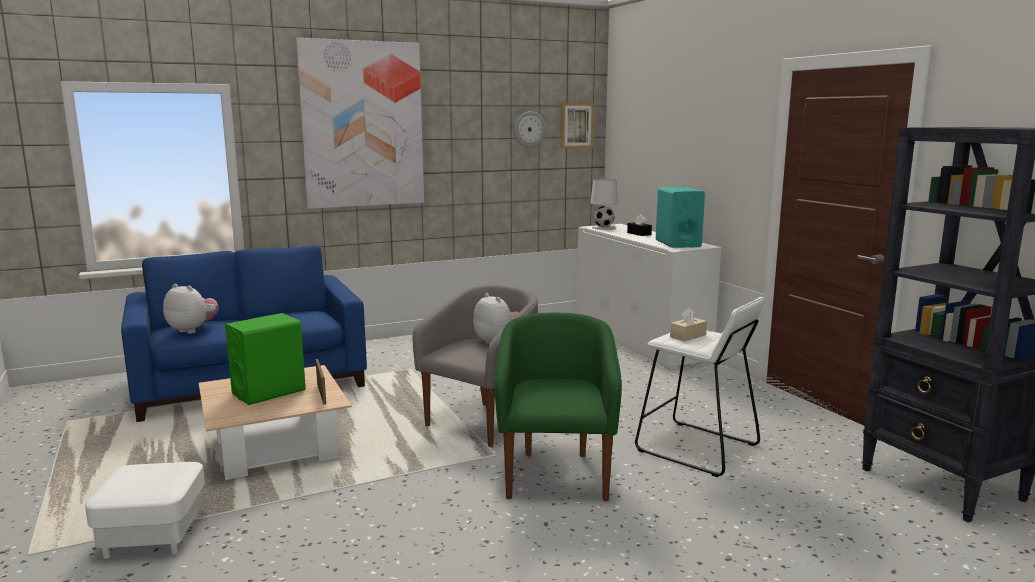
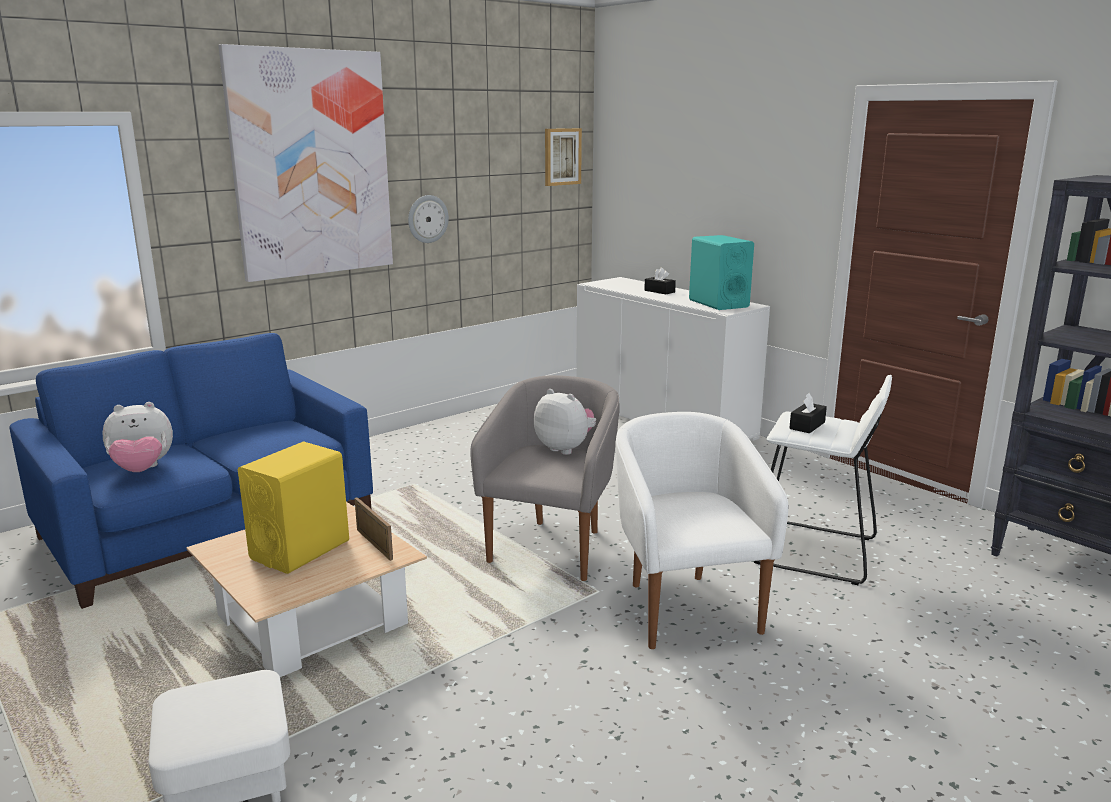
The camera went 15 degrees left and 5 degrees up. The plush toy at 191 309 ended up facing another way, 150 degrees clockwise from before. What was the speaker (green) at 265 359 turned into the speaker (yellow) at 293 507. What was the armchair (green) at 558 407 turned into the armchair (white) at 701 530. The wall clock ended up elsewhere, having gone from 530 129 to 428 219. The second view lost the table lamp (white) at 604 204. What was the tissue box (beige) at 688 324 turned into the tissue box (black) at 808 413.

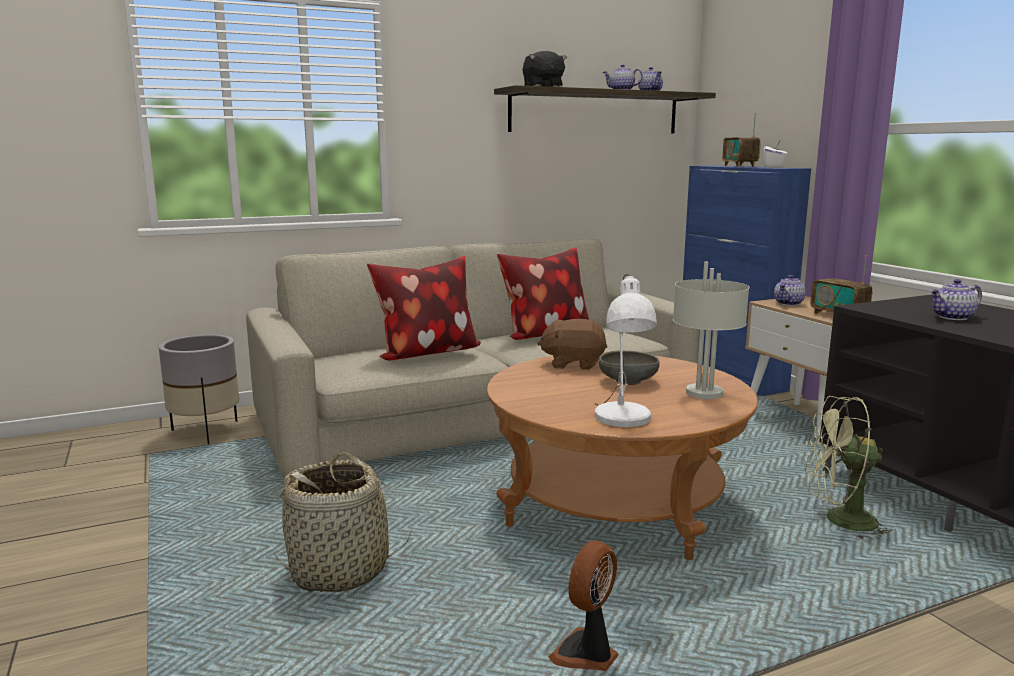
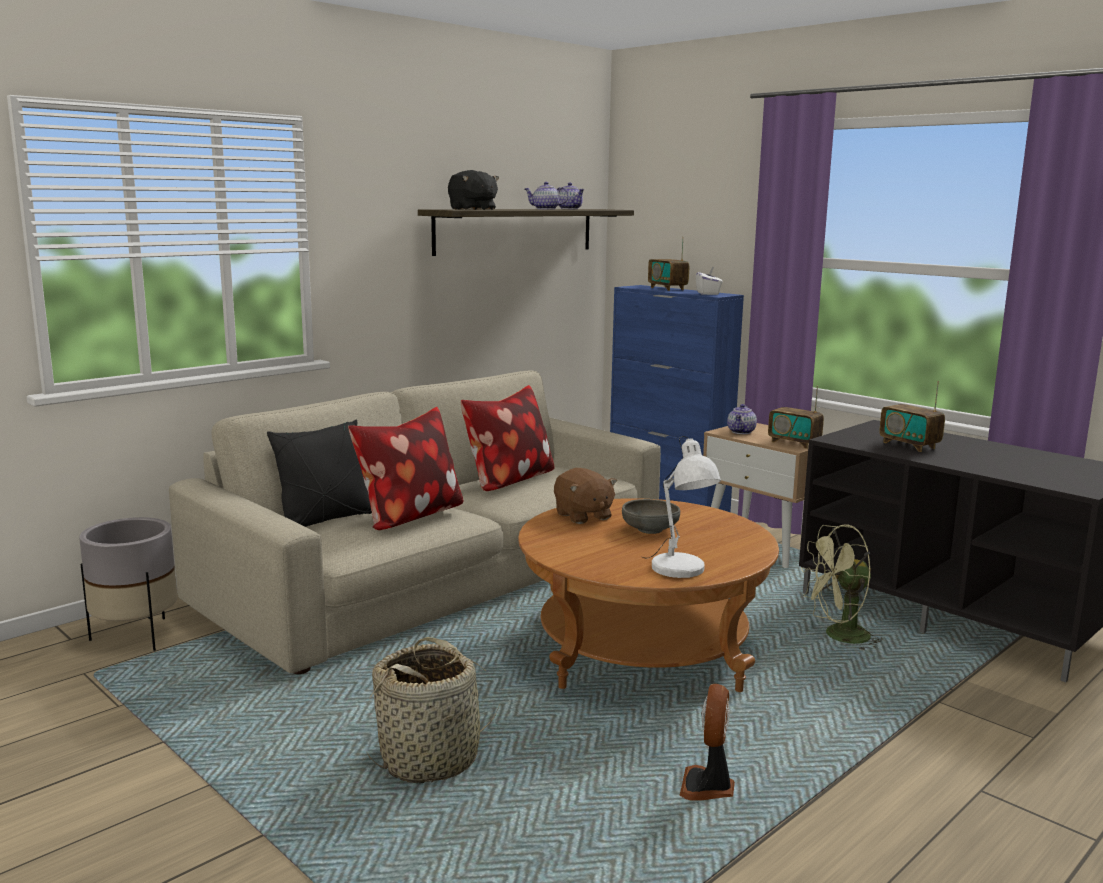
The camera went 20 degrees left and 0 degrees up. The plush toy (brown) at 572 344 ended up facing another way, 105 degrees counterclockwise from before. The second view lost the table lamp (grey) at 711 330. Where the teapot stood at 956 299, the radio came to stand at 912 416. The second view gained the pillow (black) at 319 473.

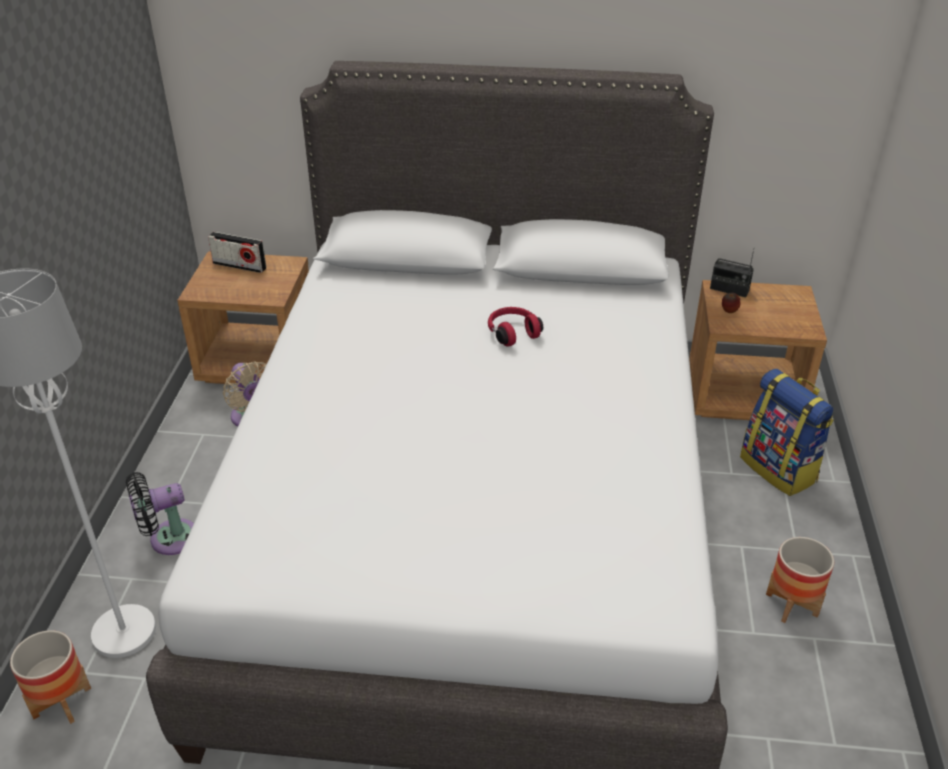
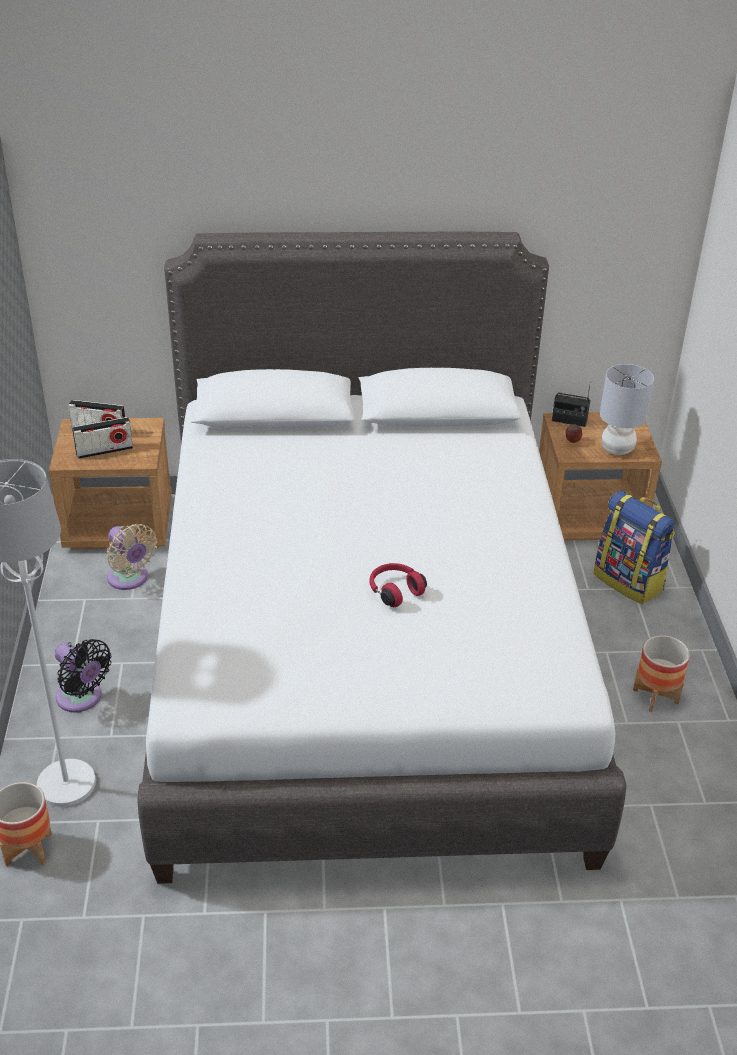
The camera went 10 degrees left and 0 degrees up. The fan (black) at 160 513 ended up facing another way, 105 degrees counterclockwise from before. The headphones (red) ended up elsewhere, having gone from 515 327 to 398 585. The second view gained the radio at 102 438. The second view gained the table lamp (grey) at 627 409.

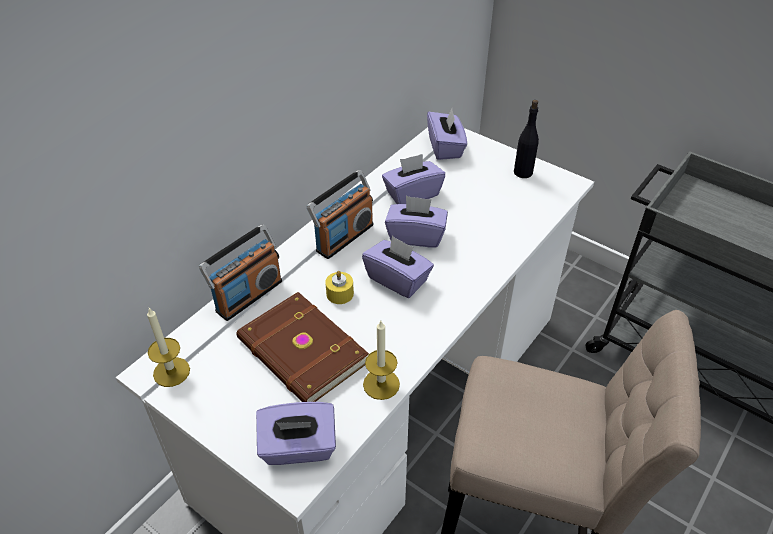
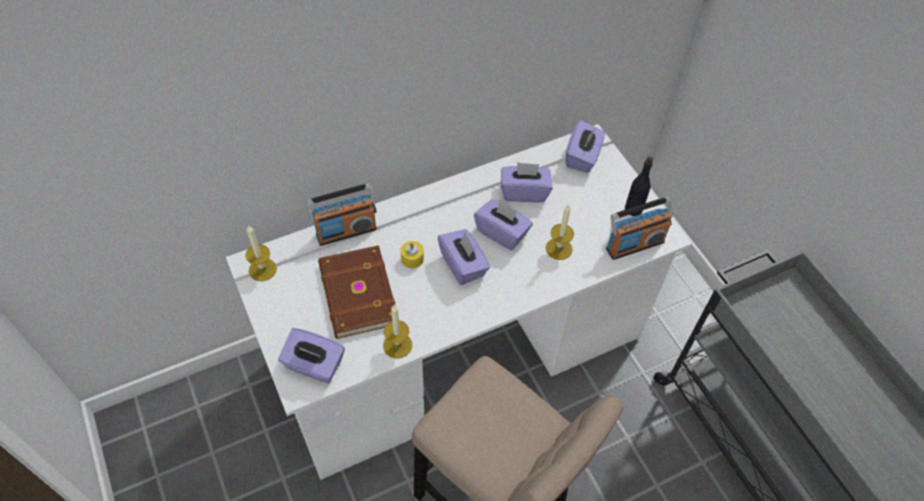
The camera went 25 degrees right and 10 degrees up. The radio ended up elsewhere, having gone from 339 214 to 639 228. The second view gained the candle at 560 232.

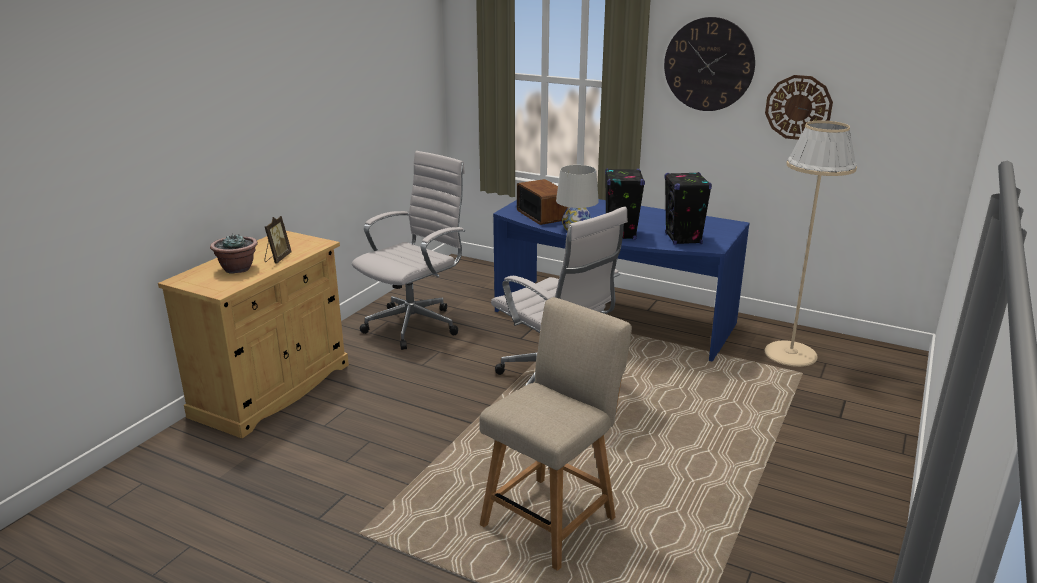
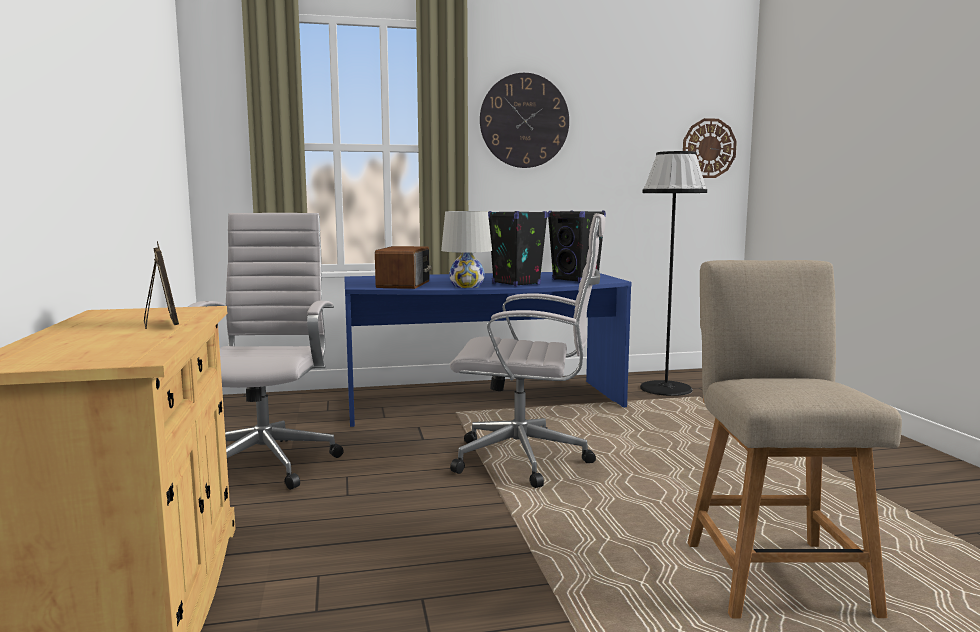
The camera went 40 degrees left and 15 degrees down. The second view lost the potted plant at 234 253. The radio at 542 202 ended up facing another way, 75 degrees clockwise from before. The wall clock ended up elsewhere, having gone from 799 107 to 710 148. What was the floor lamp (beige) at 811 244 turned into the floor lamp (black) at 673 273.

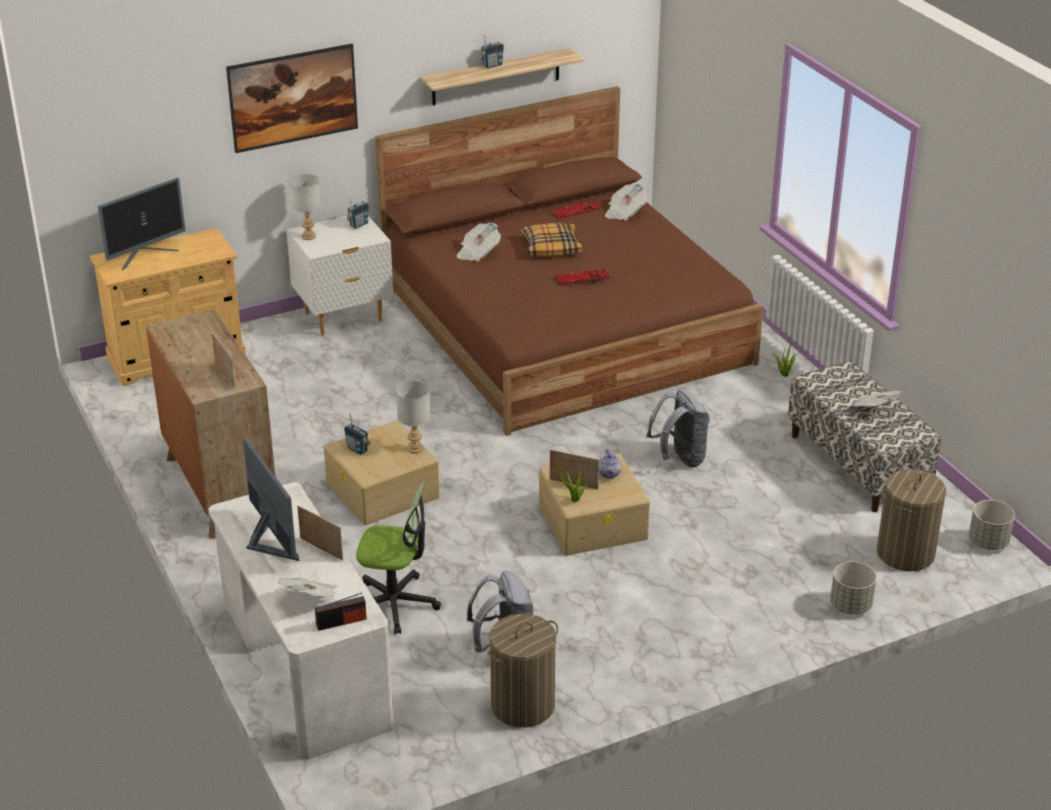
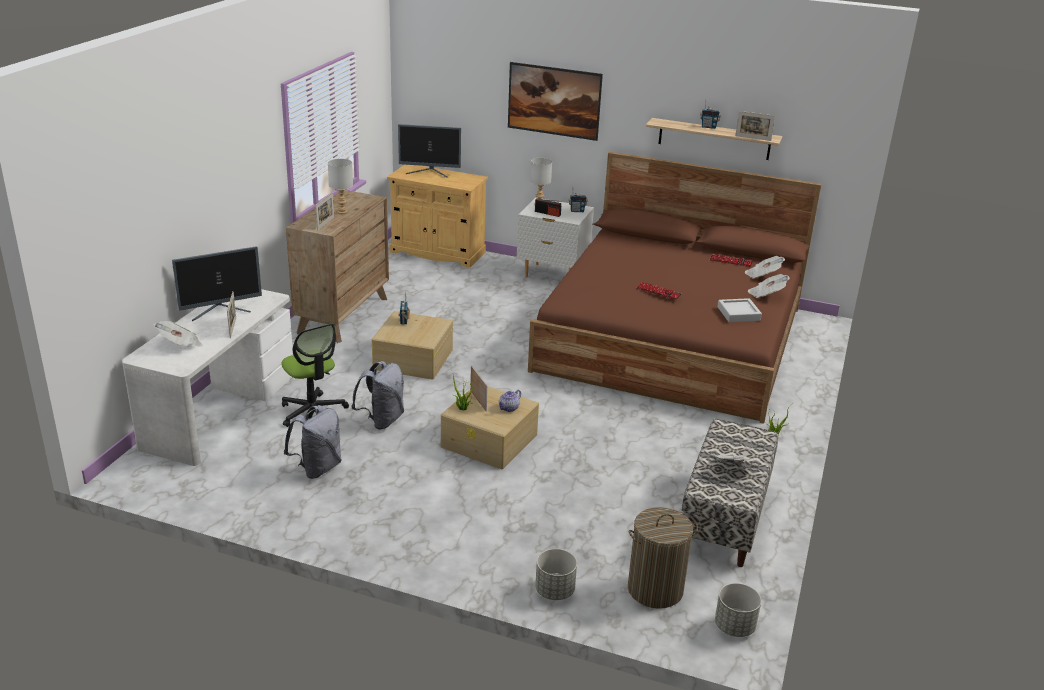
The camera went 45 degrees right and 5 degrees down. The monitor at 271 499 ended up facing another way, 45 degrees clockwise from before. The radio ended up elsewhere, having gone from 341 612 to 548 207. The table lamp (grey) ended up elsewhere, having gone from 413 417 to 340 186. The newspaper ended up elsewhere, having gone from 479 242 to 769 286. The second view lost the laundry basket at 523 670. The second view lost the pillow at 552 240. The backpack (grey) ended up elsewhere, having gone from 678 428 to 377 395. The second view gained the tray (grey) at 739 310. The second view gained the picture frame at 755 126.

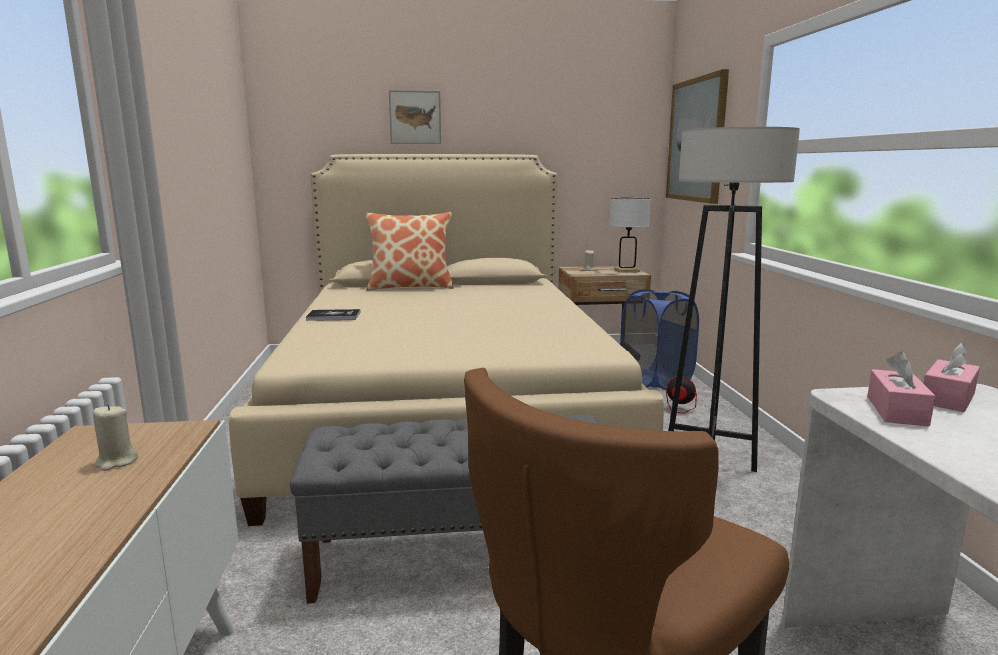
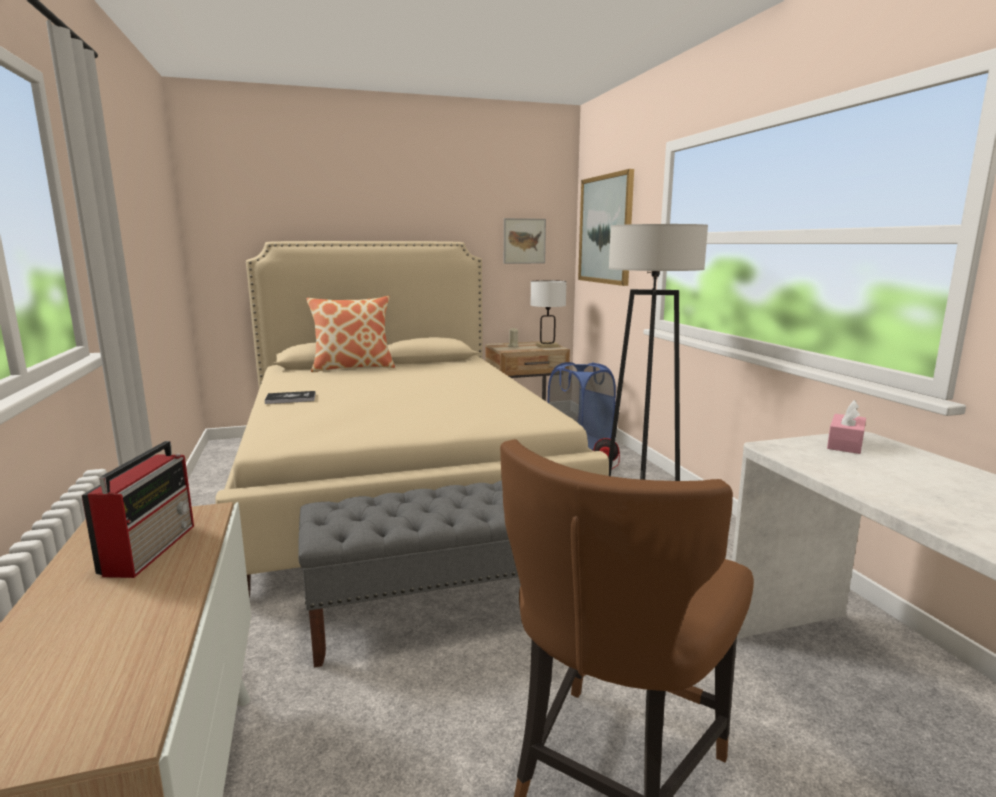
The camera went 10 degrees left and 0 degrees up. Where the candle (beige) stood at 115 437, the radio came to stand at 138 509. The picture ended up elsewhere, having gone from 415 117 to 525 241. The second view lost the tissue box (pink) at 901 389.

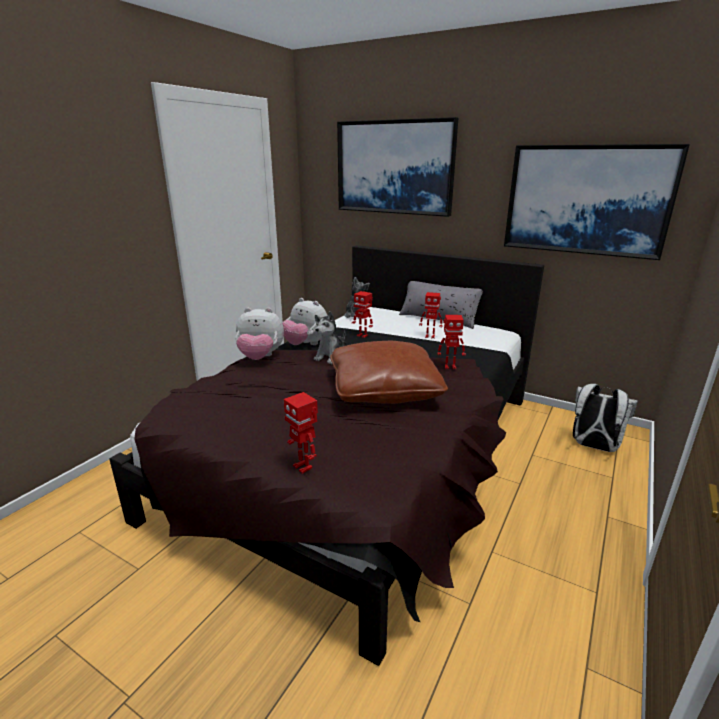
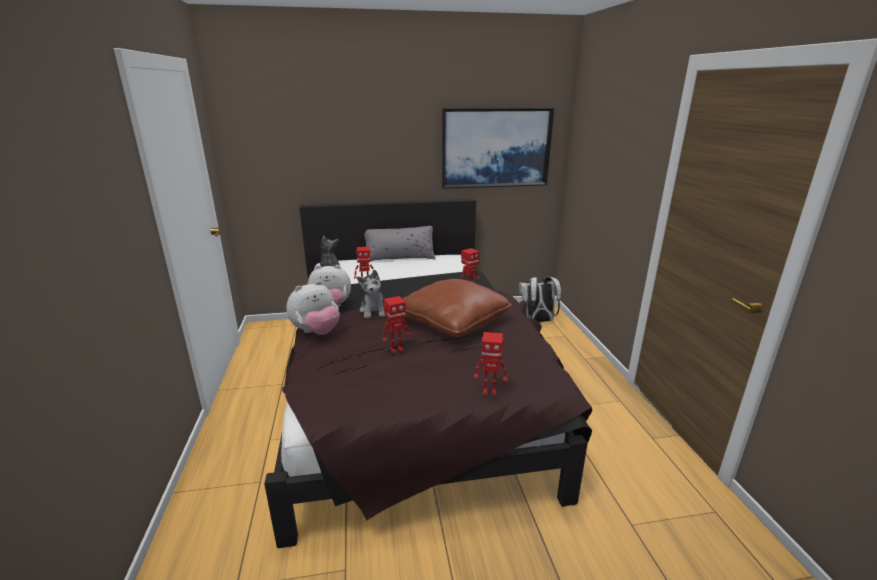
The camera went 40 degrees left and 0 degrees up. The second view lost the picture at 397 167. The toy robot ended up elsewhere, having gone from 431 315 to 396 325.

